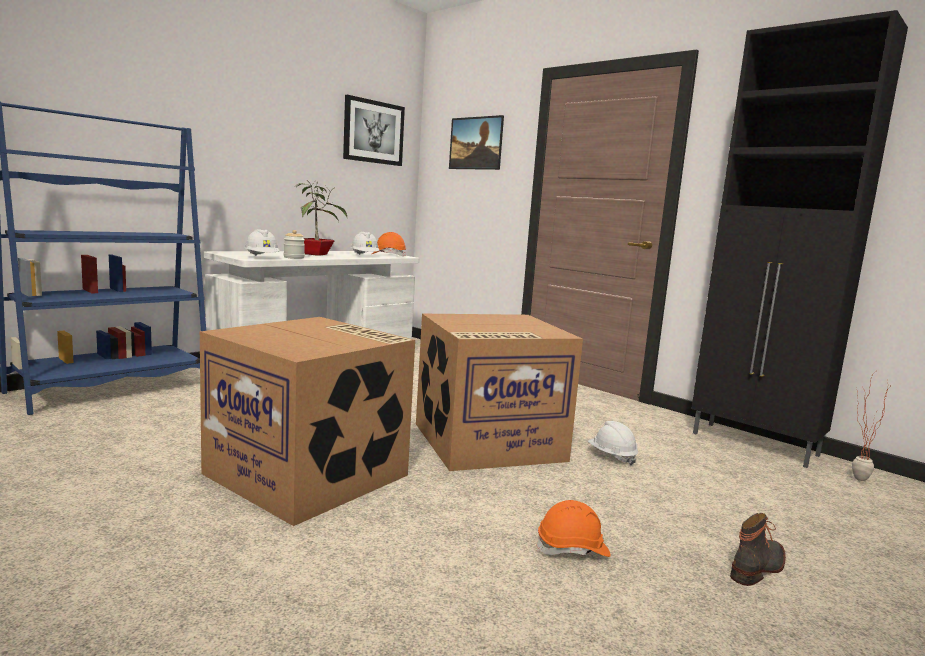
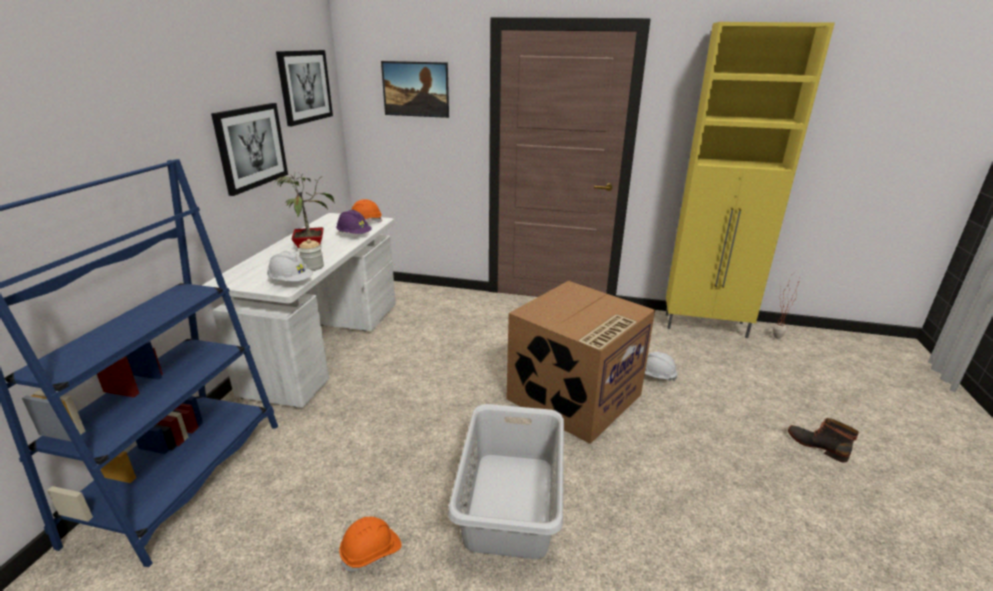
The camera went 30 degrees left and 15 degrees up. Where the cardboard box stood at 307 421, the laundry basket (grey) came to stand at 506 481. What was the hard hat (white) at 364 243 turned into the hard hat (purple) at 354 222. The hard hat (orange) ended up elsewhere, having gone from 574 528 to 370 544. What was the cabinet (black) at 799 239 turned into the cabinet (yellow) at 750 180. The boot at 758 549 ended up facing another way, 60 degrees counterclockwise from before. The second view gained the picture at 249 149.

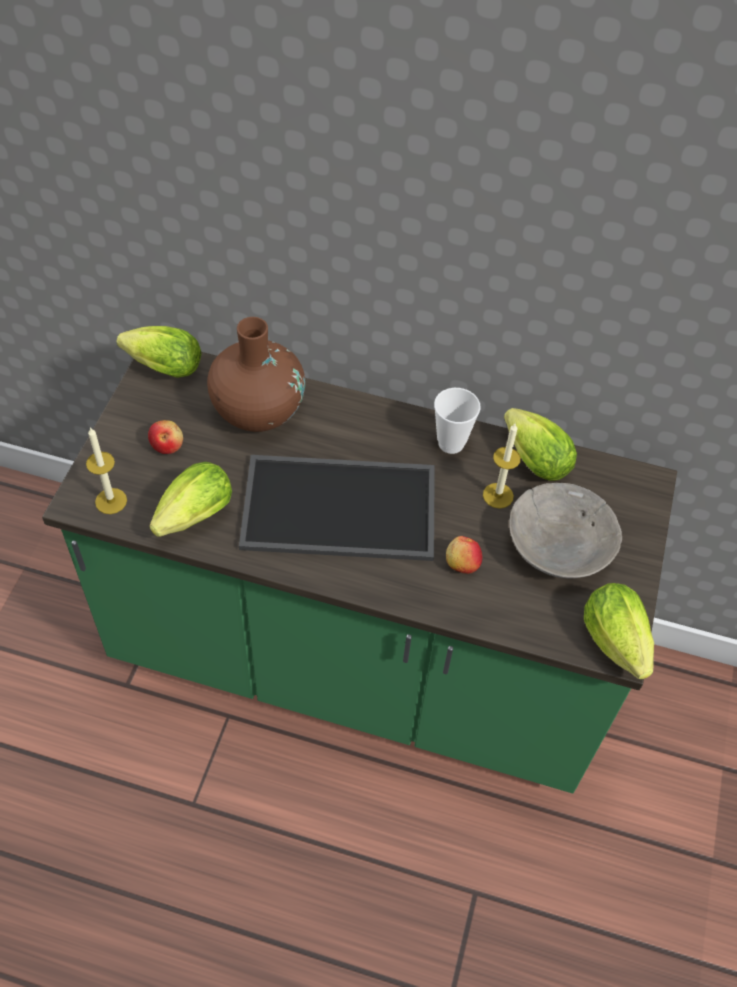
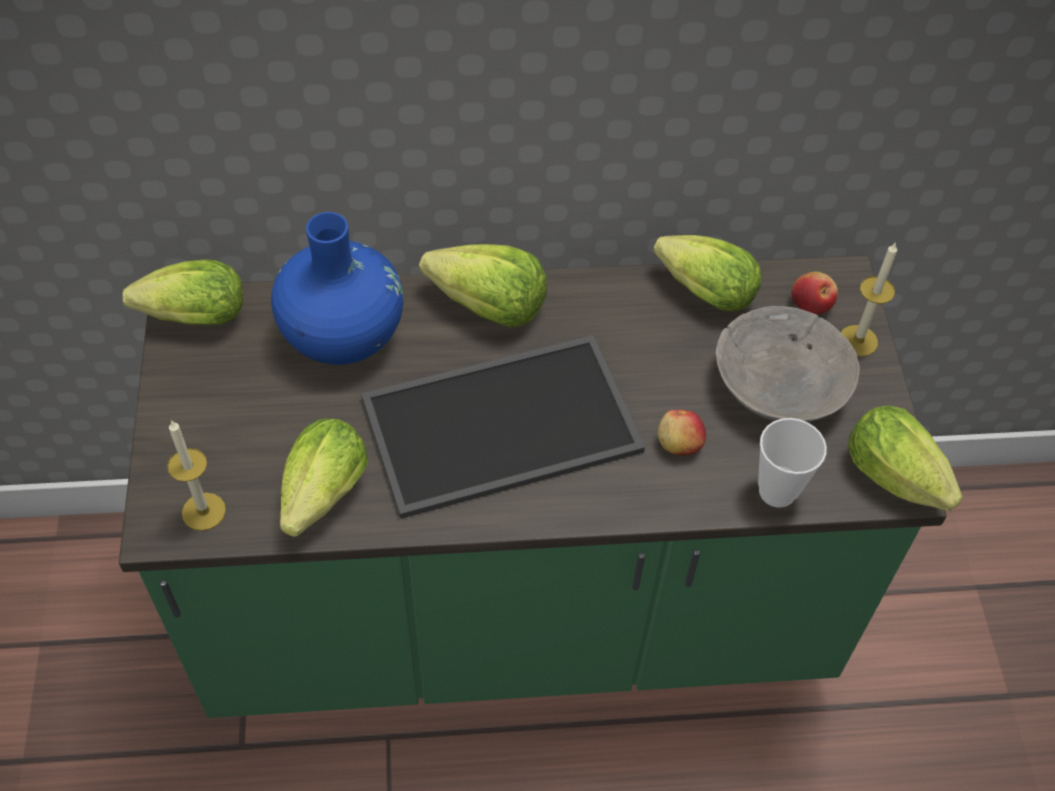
The camera went 20 degrees left and 0 degrees up. The apple ended up elsewhere, having gone from 165 437 to 814 293. What was the vase (brown) at 256 374 turned into the vase (blue) at 337 288. The cup ended up elsewhere, having gone from 457 421 to 792 463. The candle ended up elsewhere, having gone from 502 466 to 869 299. The second view gained the lettuce at 483 286.

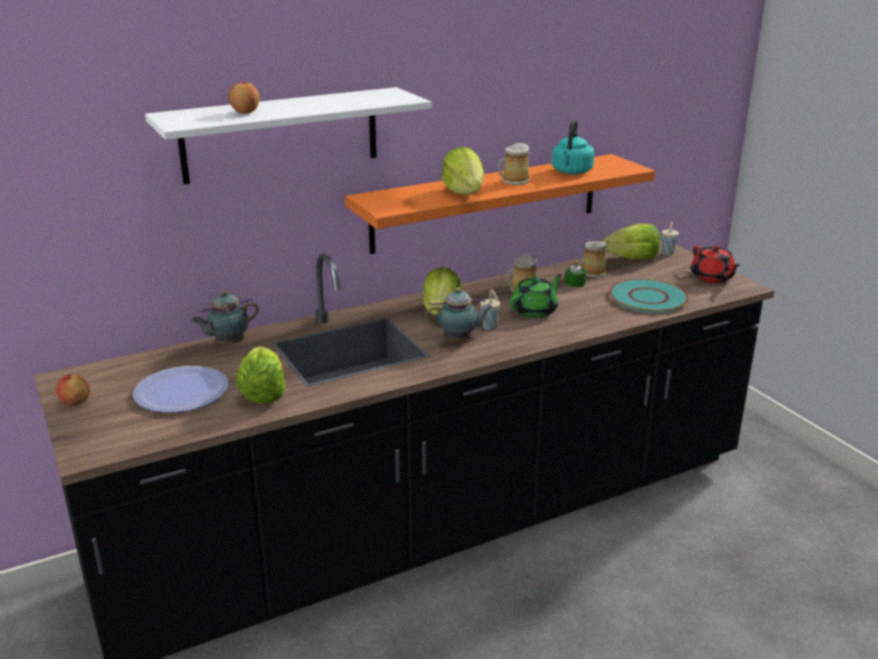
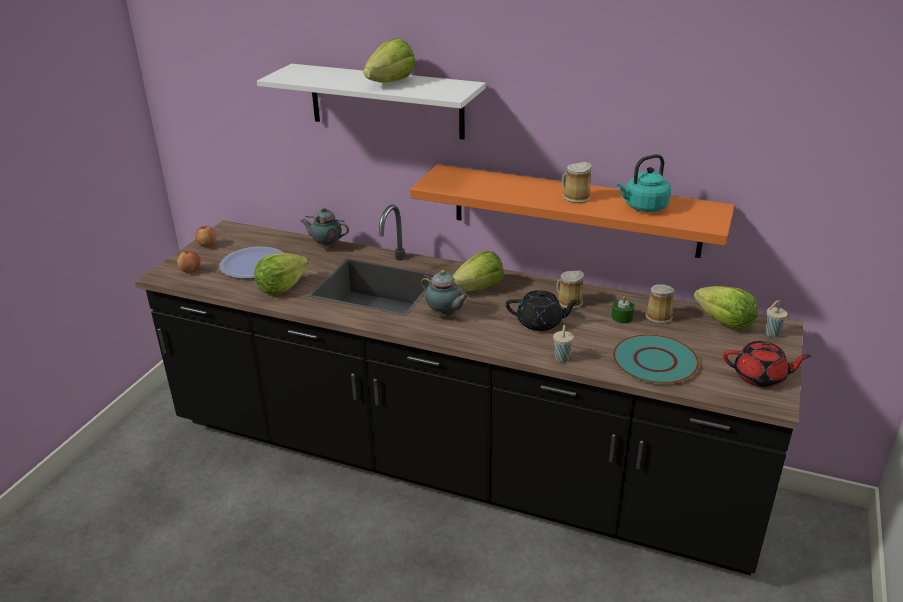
The camera went 50 degrees right and 5 degrees up. The apple ended up elsewhere, having gone from 244 96 to 189 262. The lettuce ended up elsewhere, having gone from 462 171 to 389 60. The cup (beige) ended up elsewhere, having gone from 490 310 to 563 344. What was the teapot (green) at 536 296 turned into the teapot (black) at 543 310. The teapot (red) at 716 264 ended up facing another way, 105 degrees counterclockwise from before.

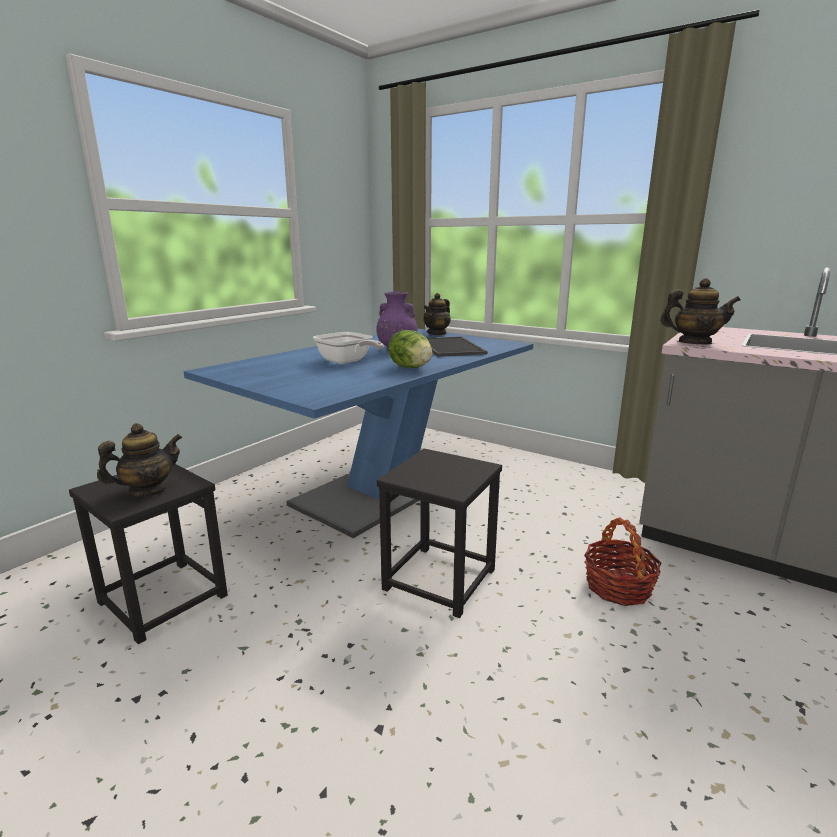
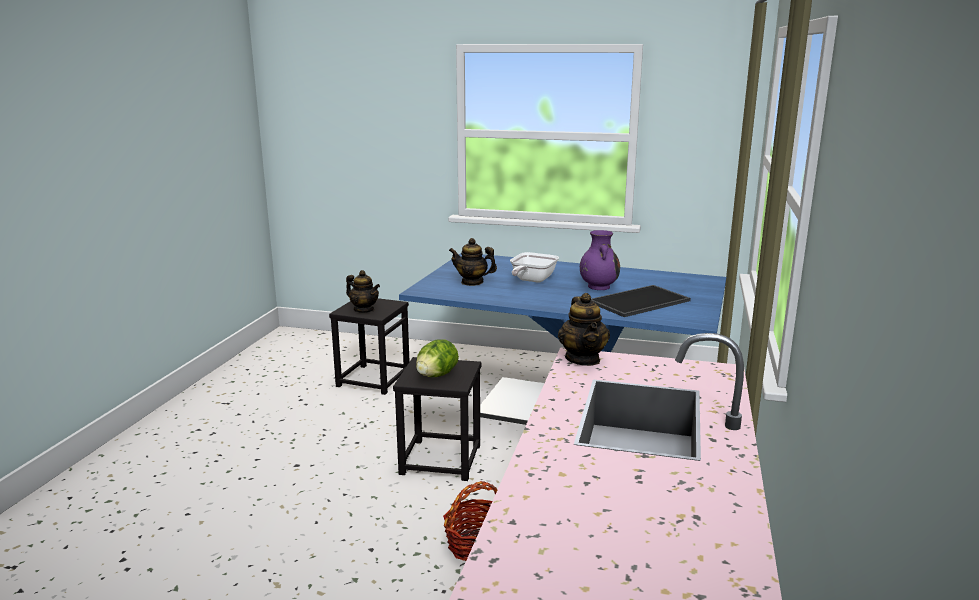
The camera went 70 degrees right and 0 degrees up. The lettuce ended up elsewhere, having gone from 410 349 to 437 358. The teapot ended up elsewhere, having gone from 437 314 to 473 262.

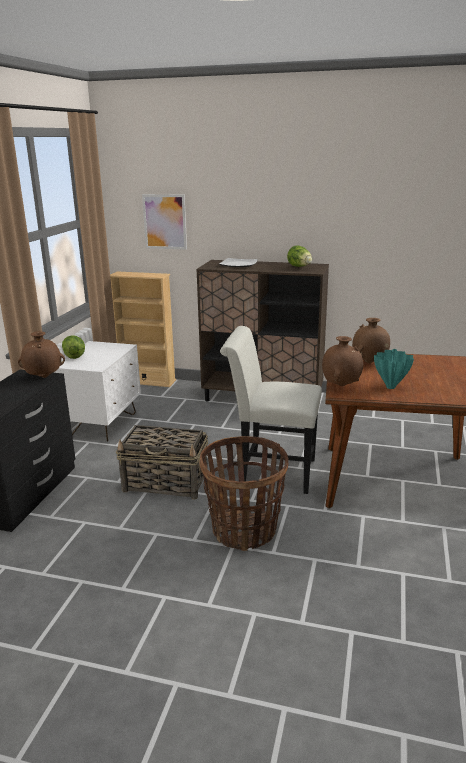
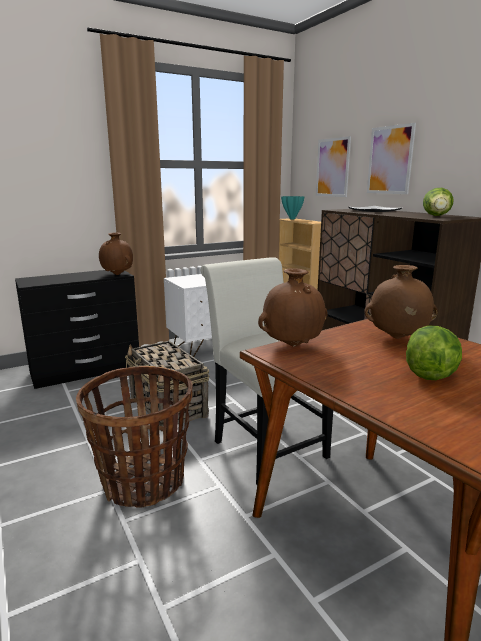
The camera went 45 degrees right and 5 degrees down. The lettuce ended up elsewhere, having gone from 73 347 to 434 353. The vase (turquoise) ended up elsewhere, having gone from 394 369 to 292 207. The second view gained the picture at 391 158.

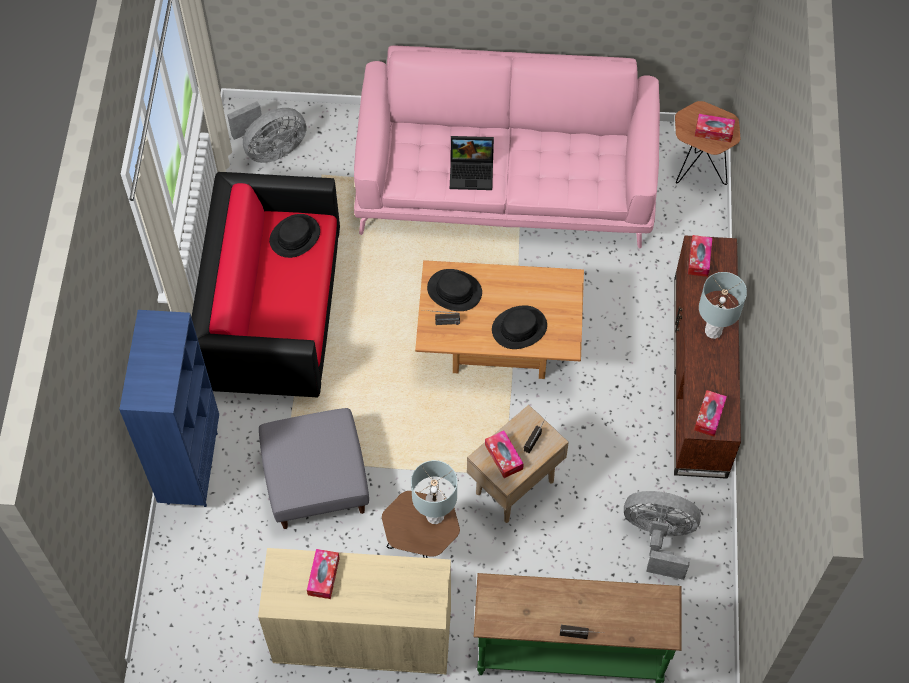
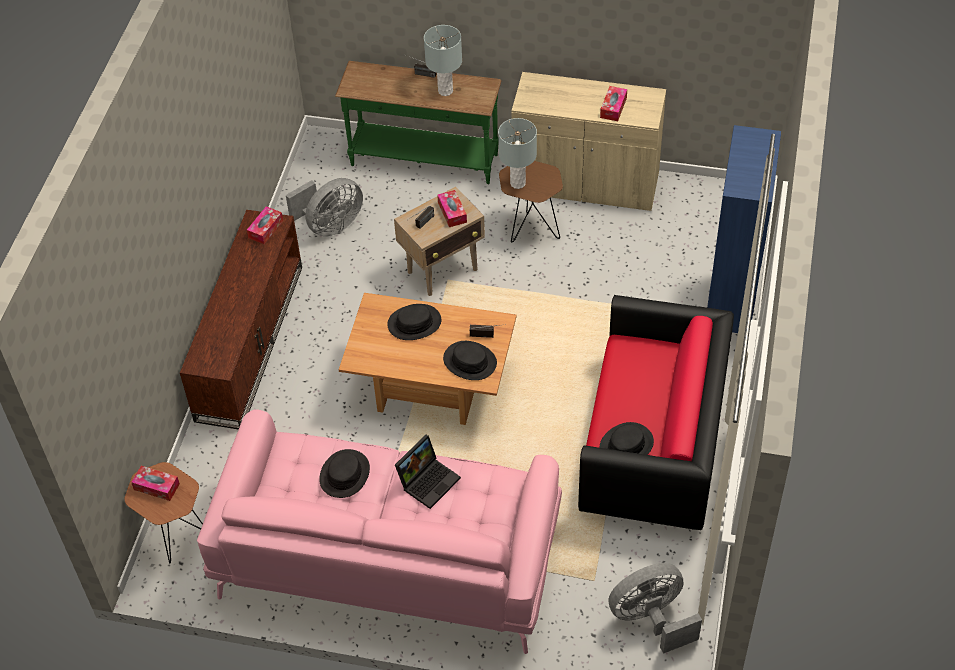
The camera went 170 degrees left and 10 degrees down. The second view lost the ottoman (grey) at 314 468. The laptop at 472 163 ended up facing another way, 120 degrees clockwise from before. The fan (grey) at 662 535 ended up facing another way, 60 degrees counterclockwise from before. The second view lost the tissue box at 700 256. The table lamp (grey) ended up elsewhere, having gone from 723 305 to 443 60. The second view gained the hat (black) at 344 473.

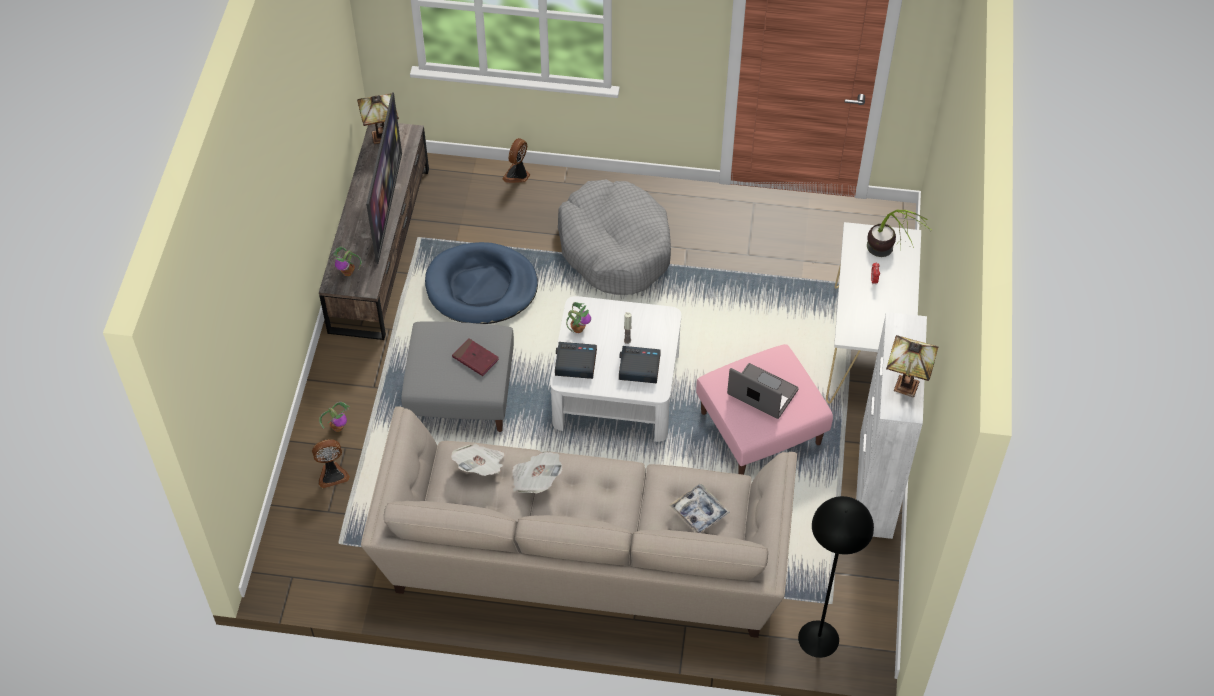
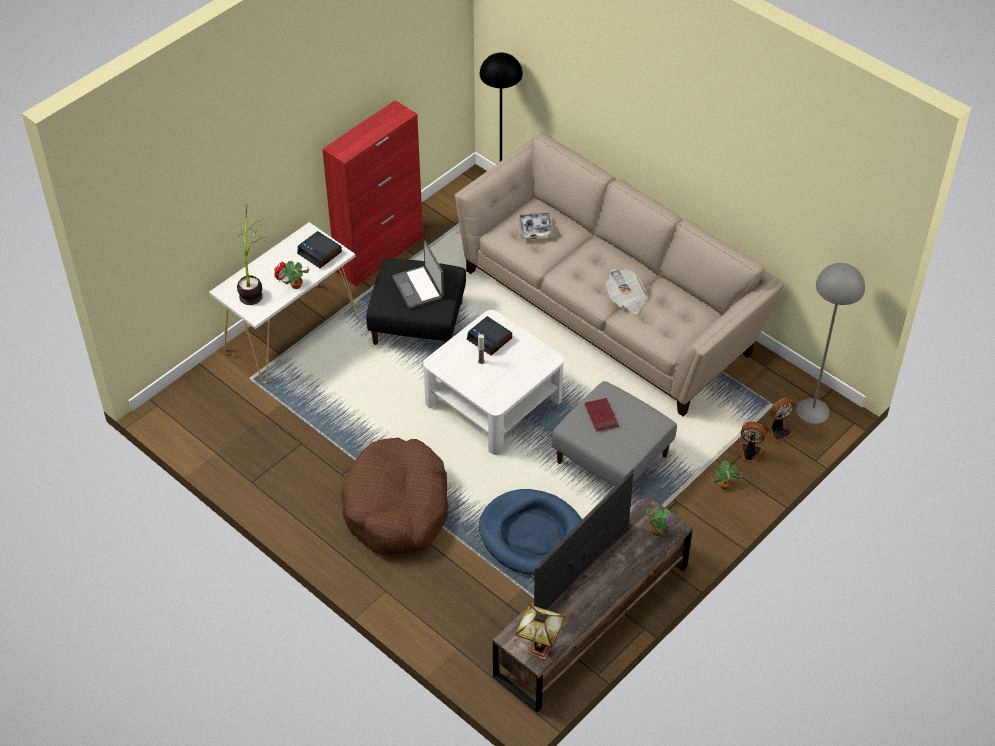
The camera went 145 degrees left and 5 degrees down. The second view lost the newspaper at 478 460. The fan ended up elsewhere, having gone from 516 160 to 781 421. The alarm clock ended up elsewhere, having gone from 576 360 to 319 249. What was the dog bed (grey) at 614 237 turned into the dog bed (brown) at 394 496. The potted plant ended up elsewhere, having gone from 578 317 to 296 274. What was the ottoman (pink) at 764 409 turned into the ottoman (black) at 416 301. What was the cabinet (white) at 891 425 turned into the cabinet (red) at 372 193. The second view lost the table lamp at 912 366. The second view gained the floor lamp (grey) at 830 343.

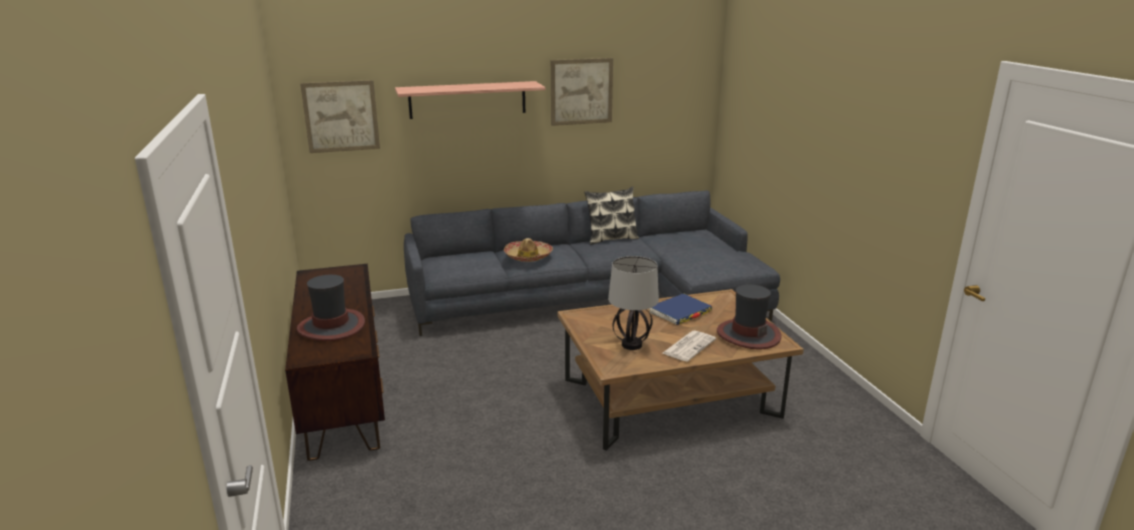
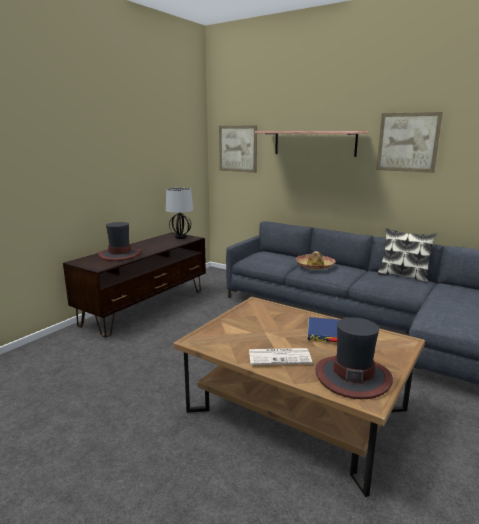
The camera went 50 degrees right and 5 degrees down. The table lamp ended up elsewhere, having gone from 633 303 to 179 213.

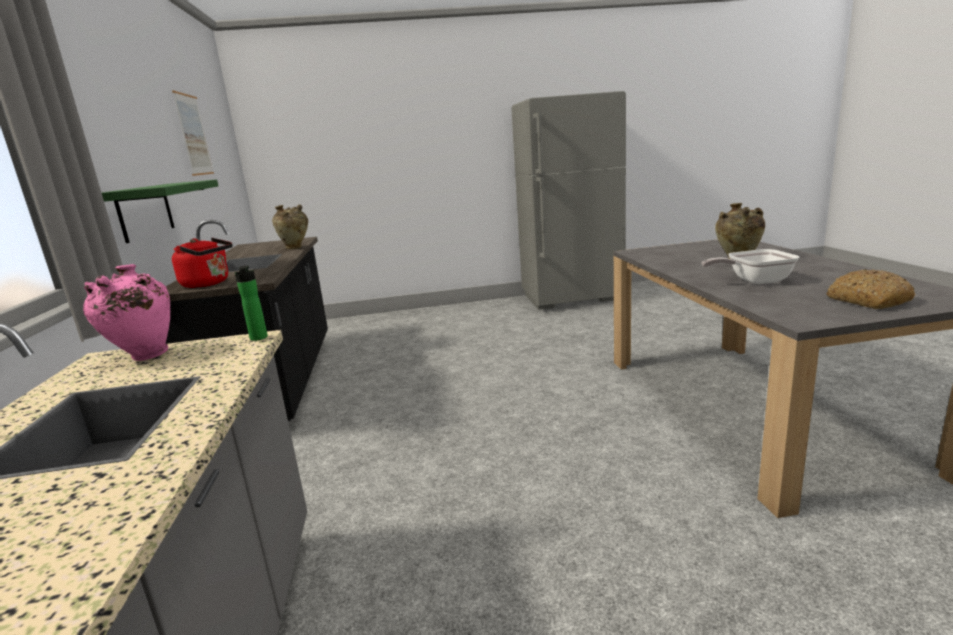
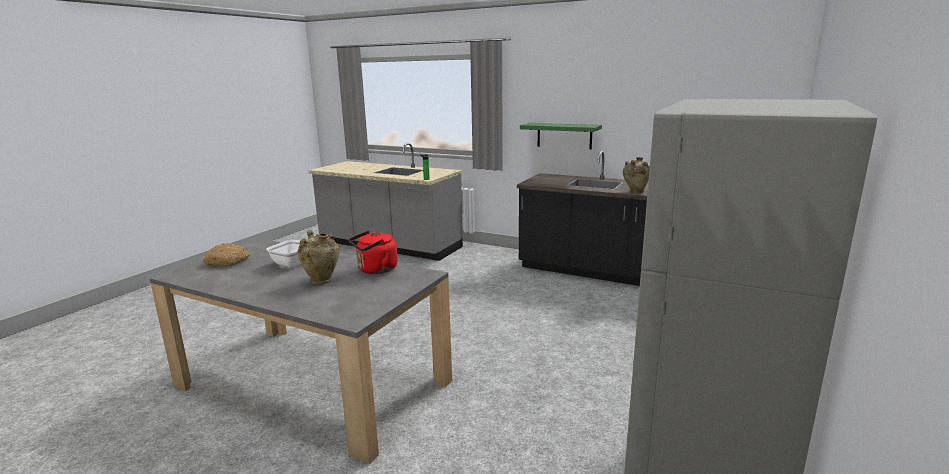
The camera went 125 degrees right and 0 degrees up. The second view lost the vase (pink) at 126 312. The second view lost the picture at 193 133. The kettle (red) ended up elsewhere, having gone from 202 263 to 373 252.

